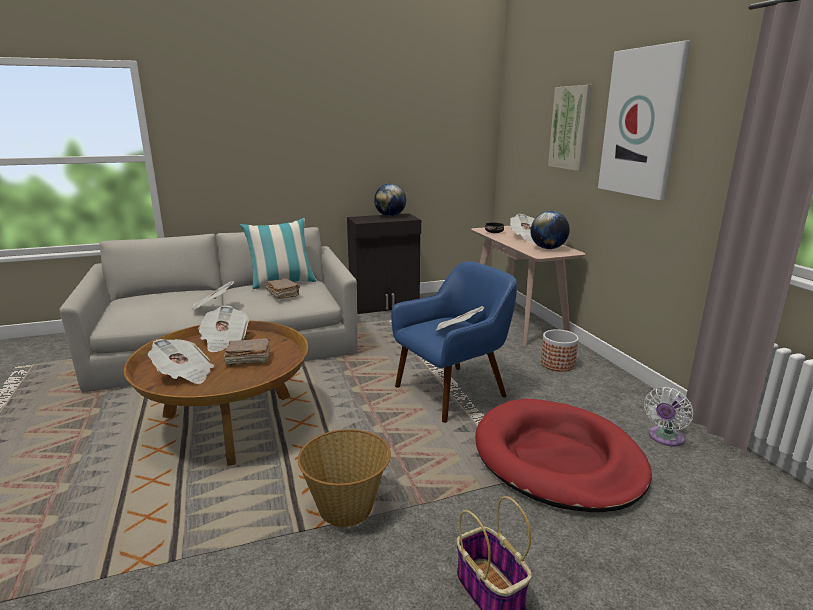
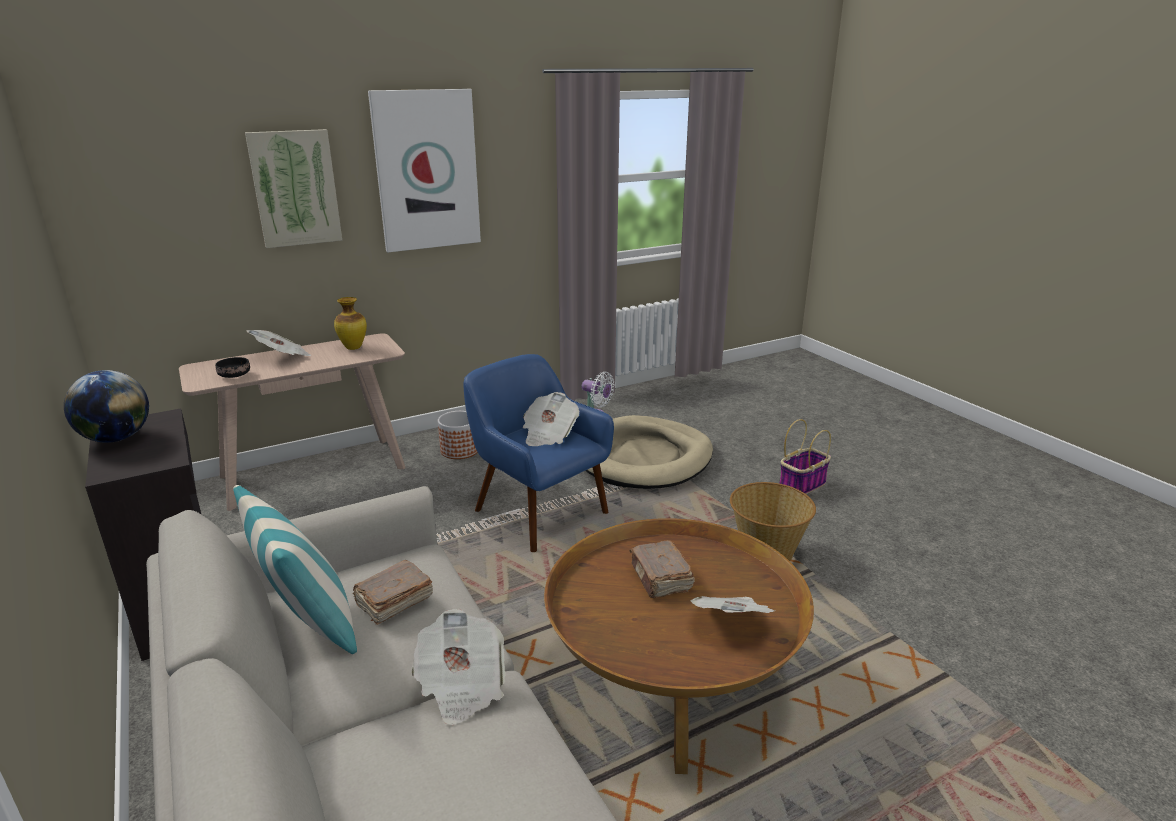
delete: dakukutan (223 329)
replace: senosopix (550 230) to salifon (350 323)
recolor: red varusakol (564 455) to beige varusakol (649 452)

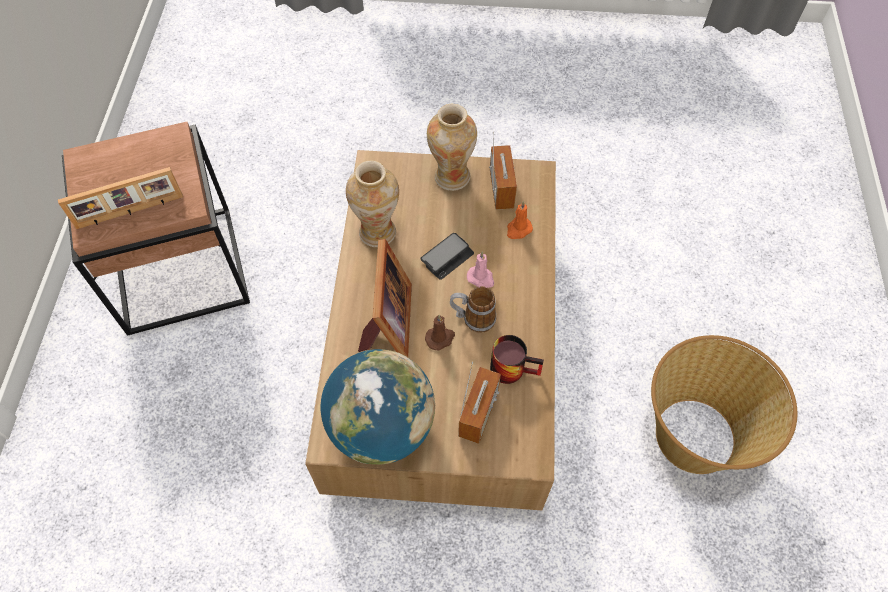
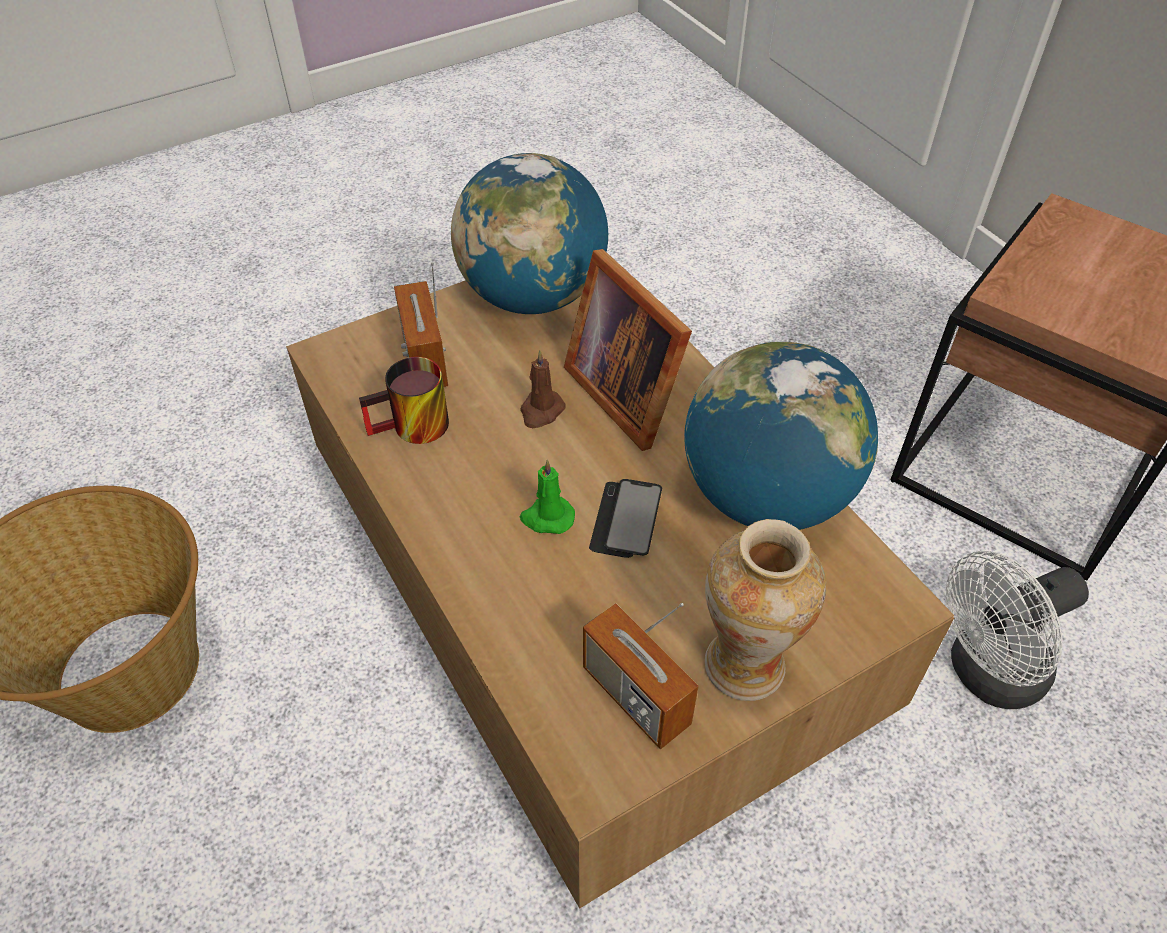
delete: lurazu (120 198); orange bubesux (520 220); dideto (473 309)
insert: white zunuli (1017 630)
replace: salifon (372 204) to senosopix (781 436)
recolor: pink bubesux (480 269) to green bubesux (547 497)

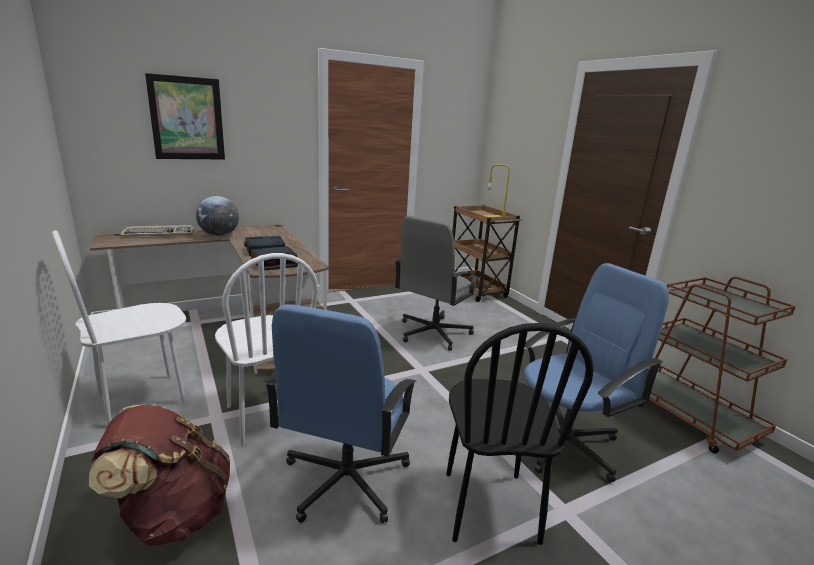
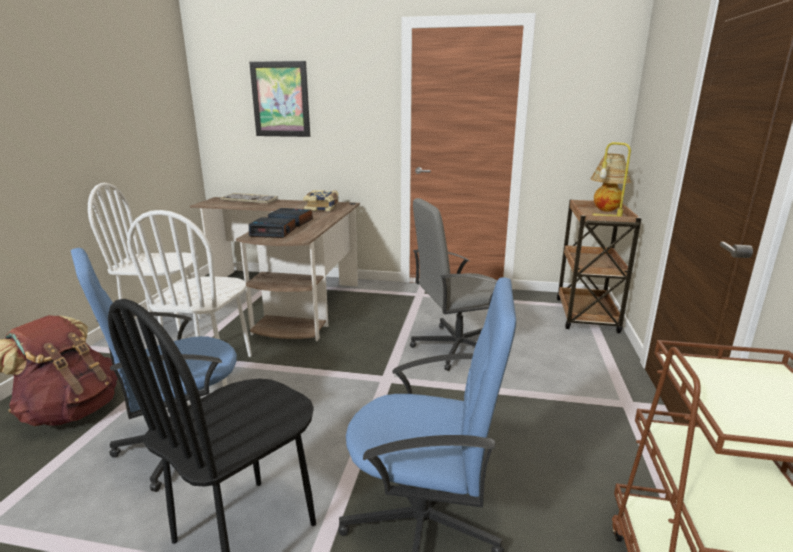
delete: senosopix (217 216)
insert: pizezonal (610 183); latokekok (321 200)

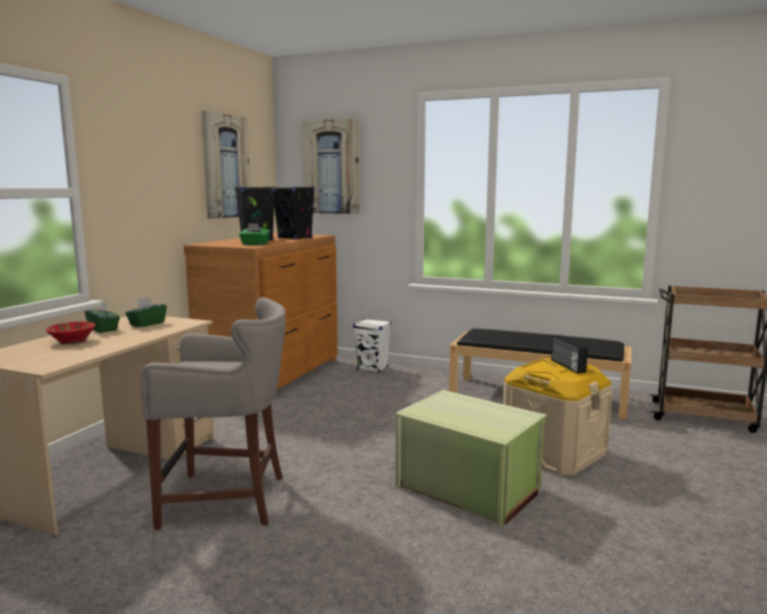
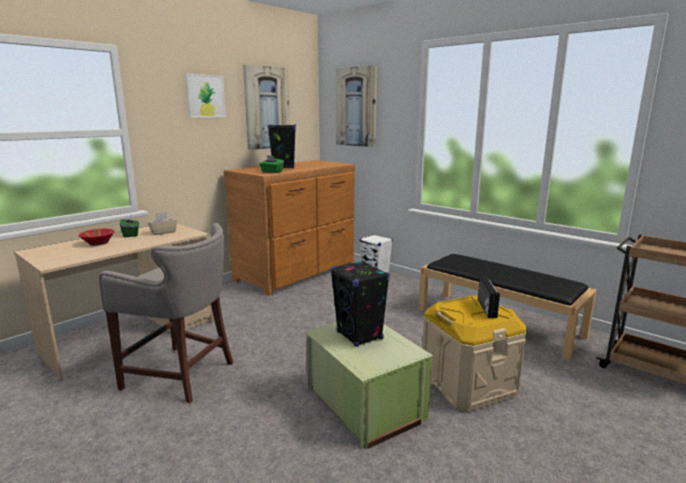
insert: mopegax (205 96)
move: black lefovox (294 213) to (360 304)
recolor: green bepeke (146 312) to beige bepeke (162 223)

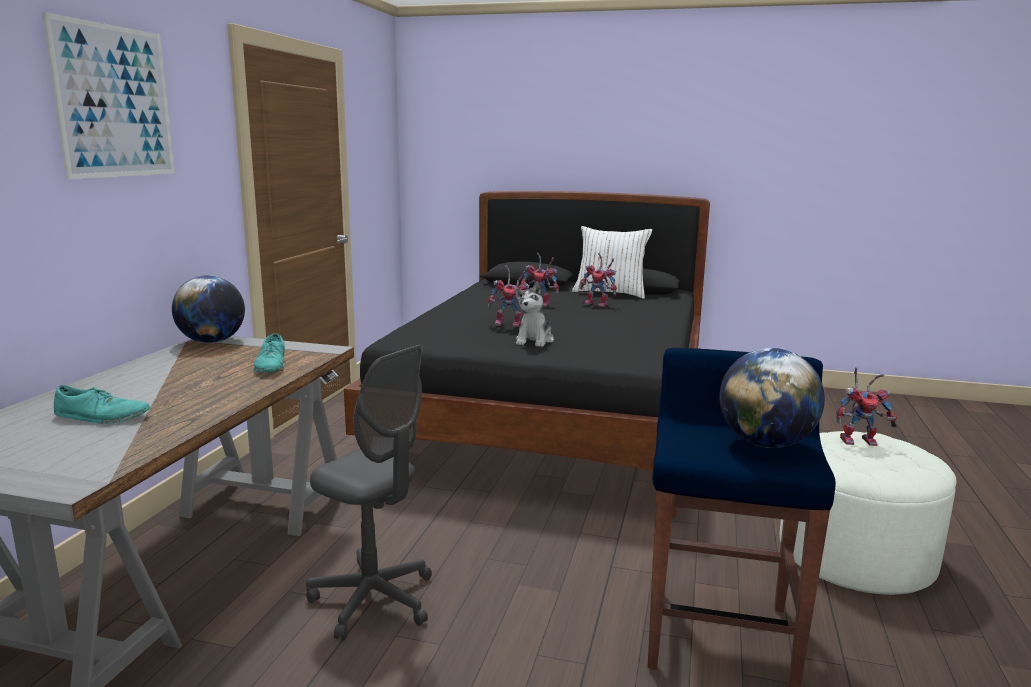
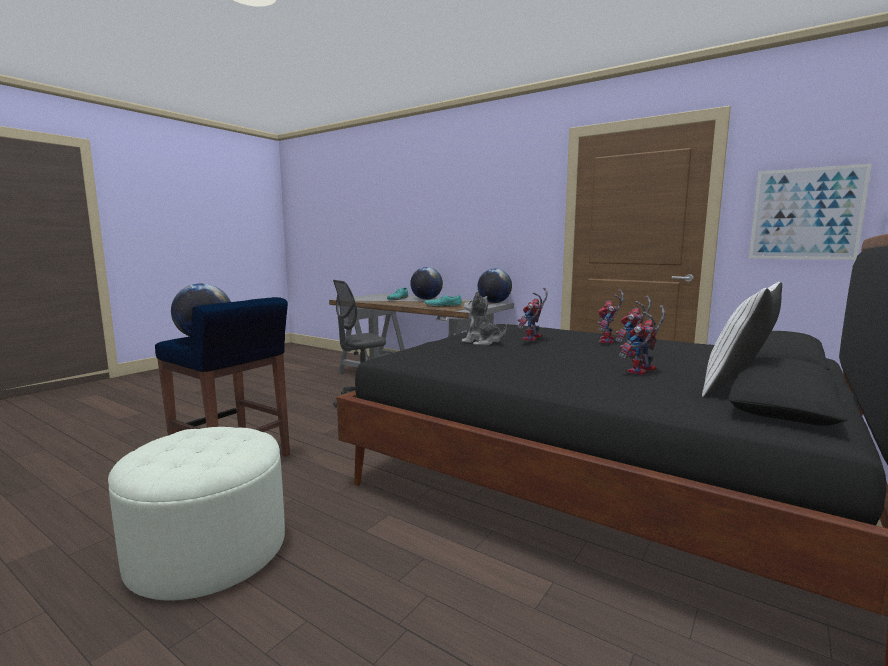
insert: senosopix (426 283)
move: mopegax (108 95) to (810 211); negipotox (866 406) to (610 316)

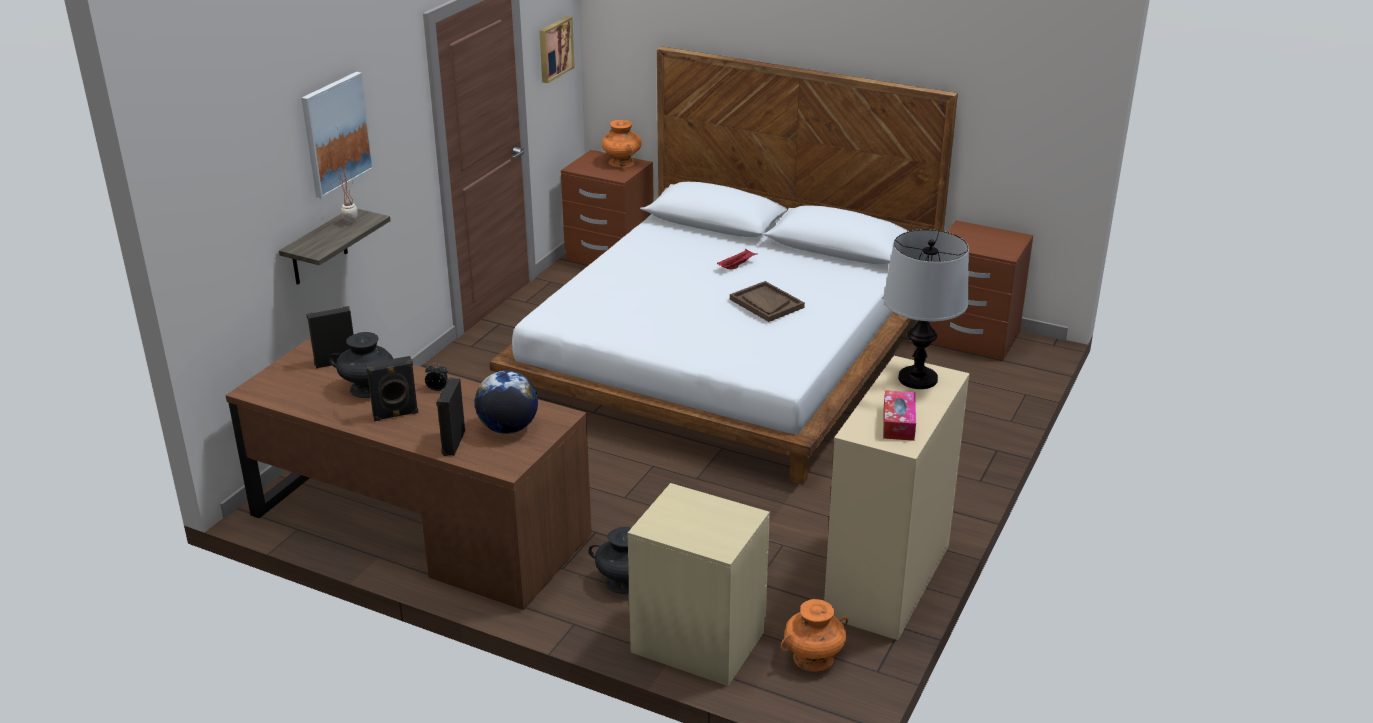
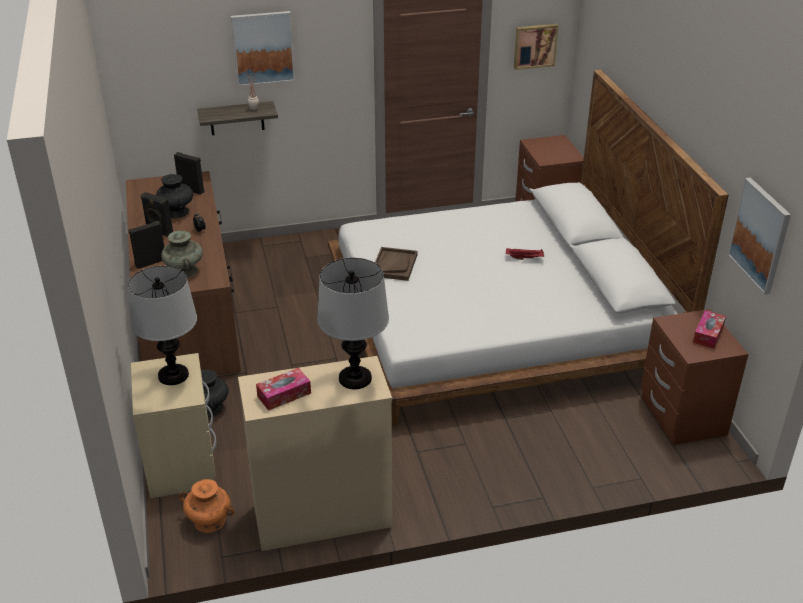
delete: orange salifon (622 144)
insert: mopegax (759 236); pizezonal (162 325); bepeke (709 329)
move: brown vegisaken (767 301) to (396 264)
replace: senosopix (506 402) to turquoise salifon (182 254)

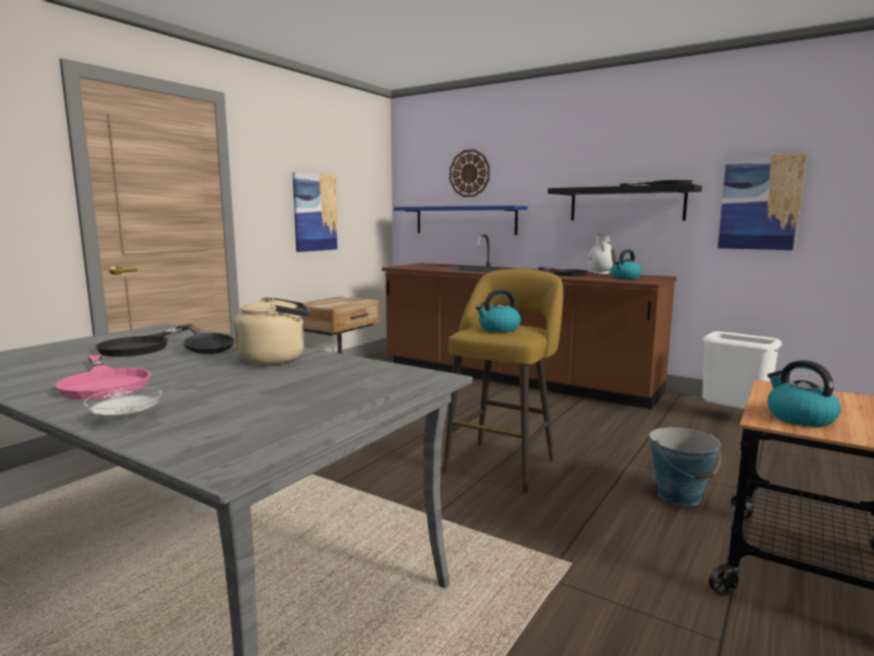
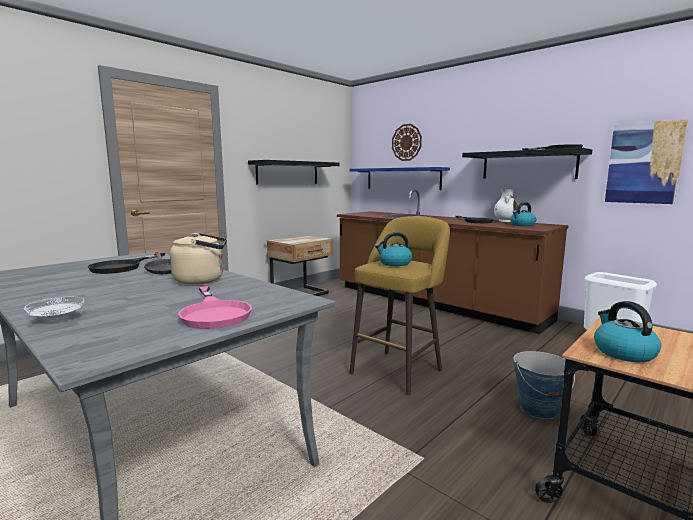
move: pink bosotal (103 377) to (215 307)
replace: mopegax (315 212) to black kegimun (294 172)

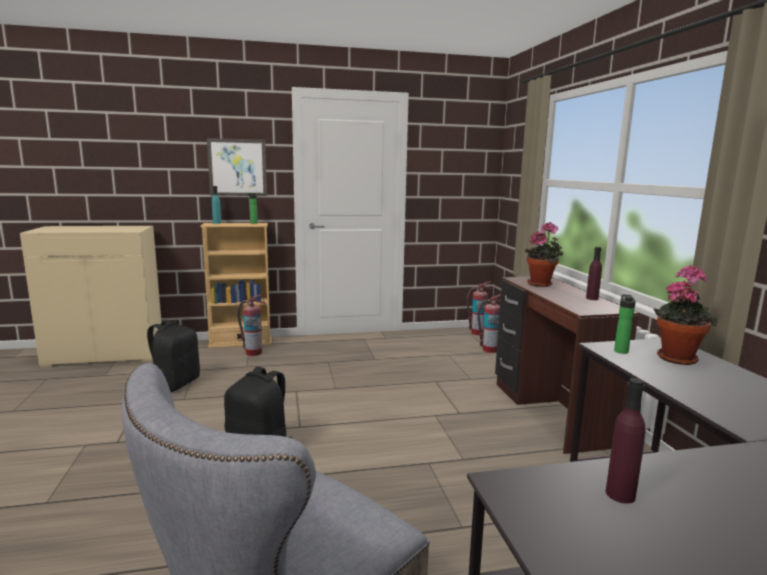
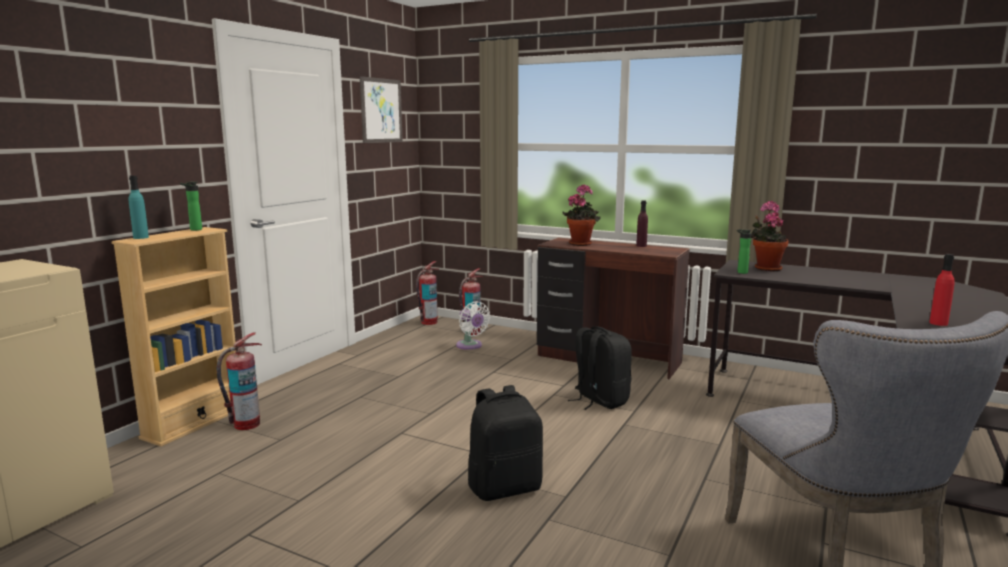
insert: white zunuli (473 325)
move: mopegax (237 167) to (381 109); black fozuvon (173 356) to (600 368)
recolor: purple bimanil (626 441) to red bimanil (942 290)

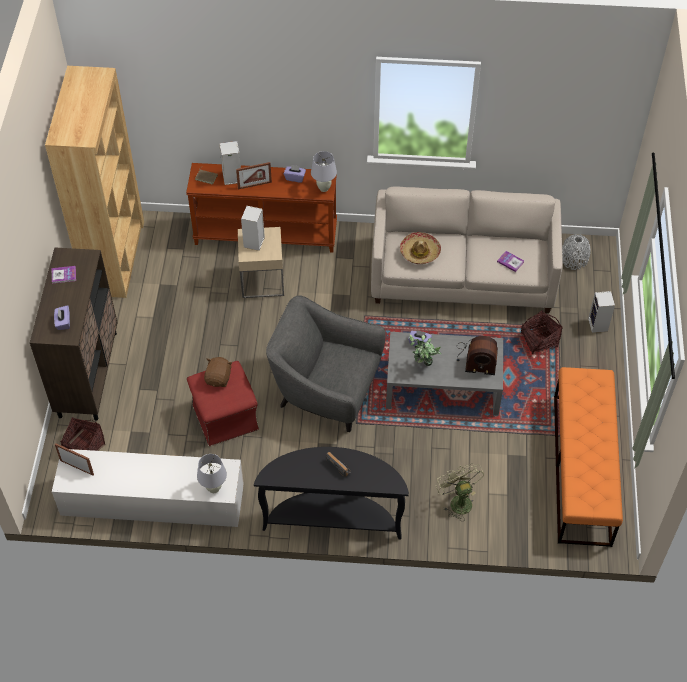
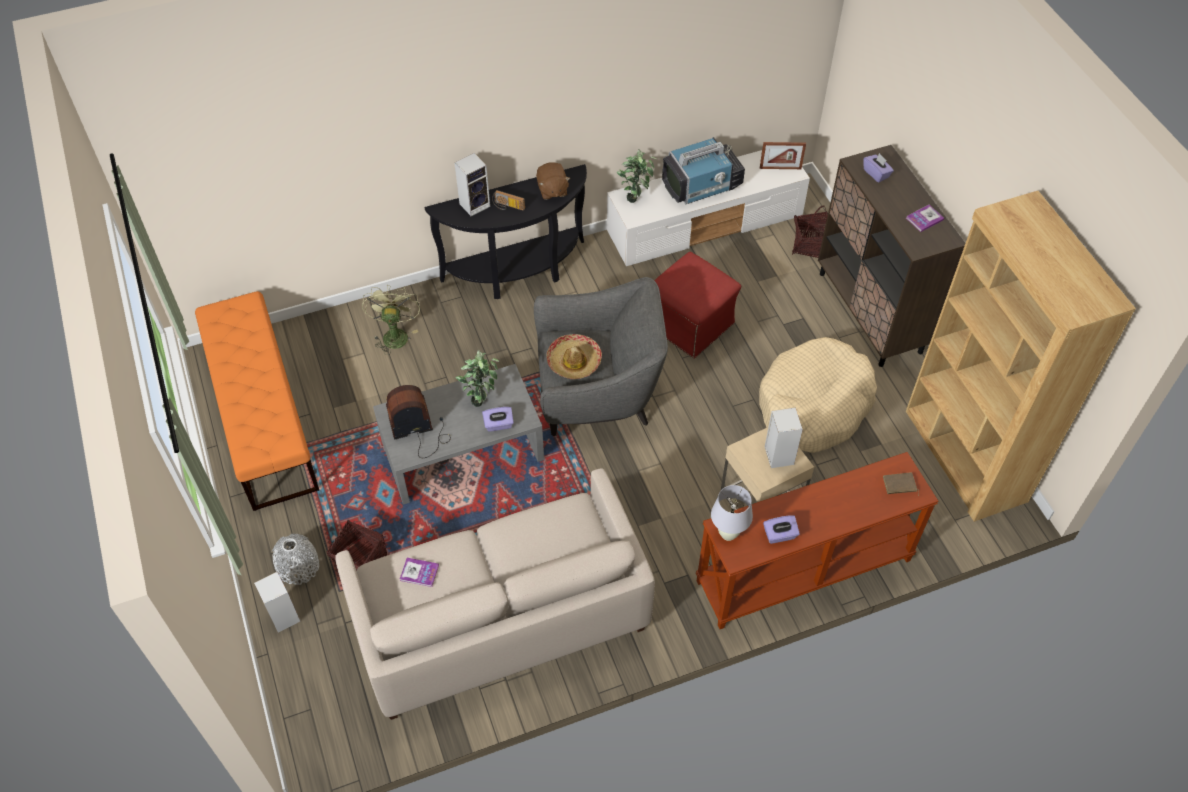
delete: lurazu (254 176)
insert: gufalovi (703 170); beige varusakol (818 395)
move: lefovox (230 163) to (472 184); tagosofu (420 248) to (574 356); grey salifon (576 252) to (295 559); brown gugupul (218 372) to (553 181)
replace: white pizezonal (212 473) to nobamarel (636 176)
rotate: green zunuli (460 492) = (391 320) 135 degrees counterclockwise

